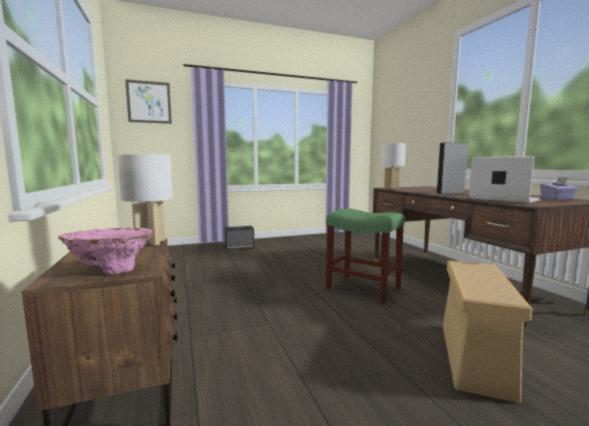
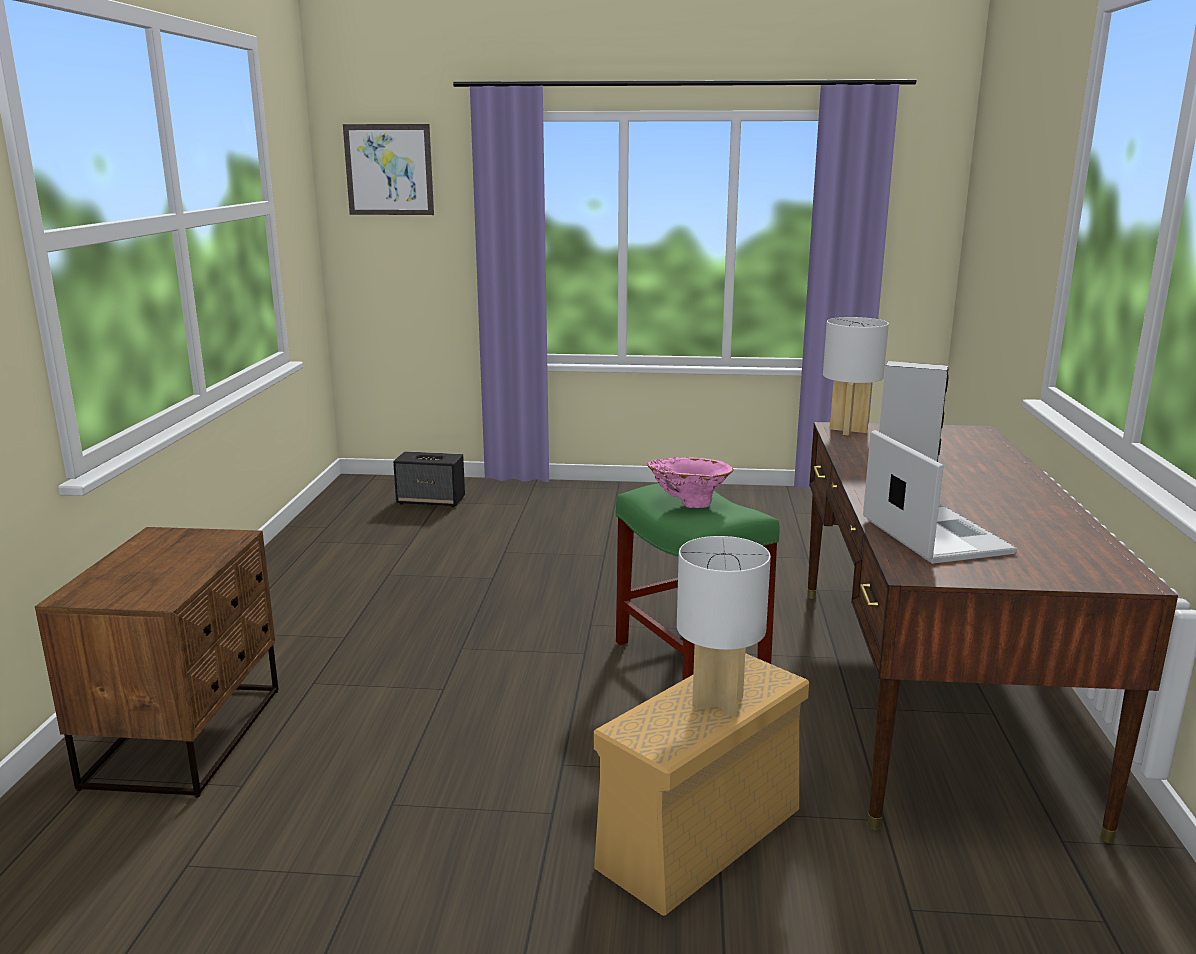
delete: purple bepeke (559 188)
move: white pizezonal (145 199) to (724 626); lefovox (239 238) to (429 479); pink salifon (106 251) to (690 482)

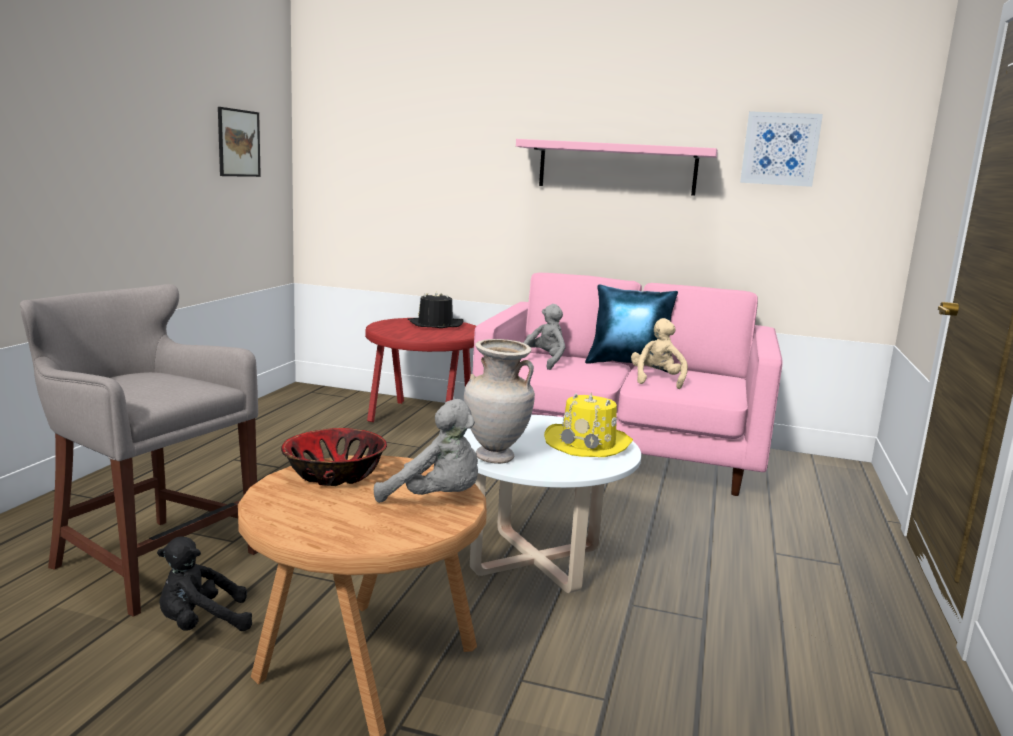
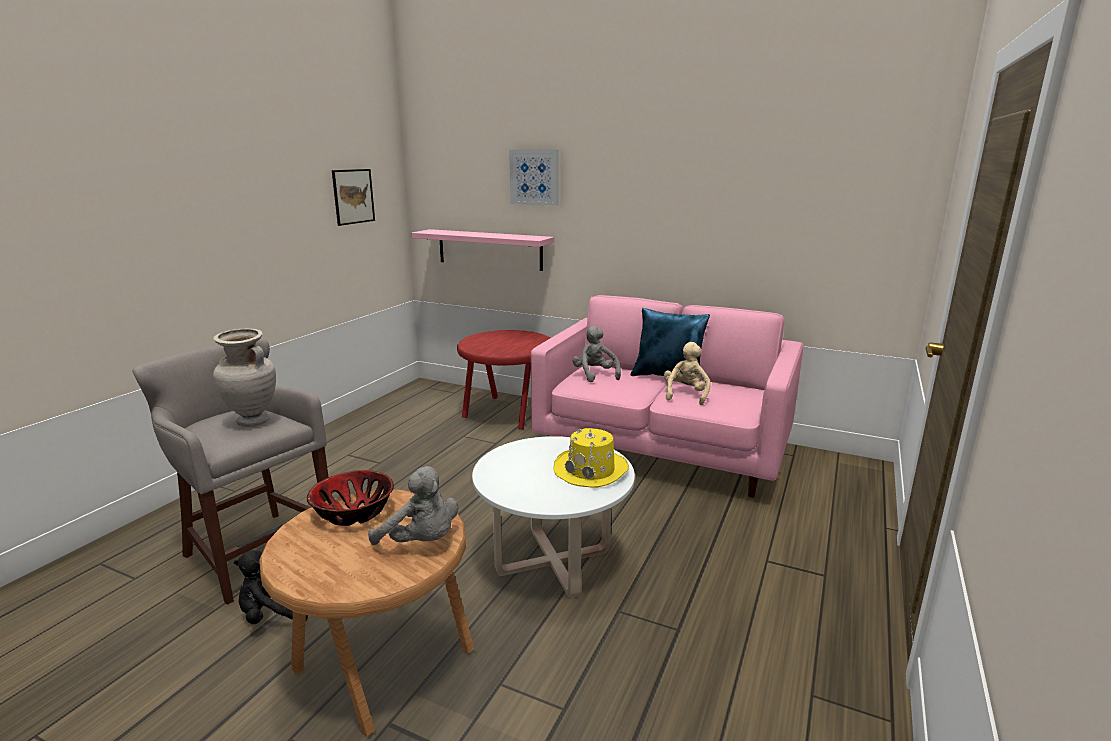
delete: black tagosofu (436 309)
move: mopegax (781 149) to (534 178); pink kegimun (617 167) to (482 250); beige salifon (499 401) to (244 377)
rotate: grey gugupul (543 337) = (596 354) 60 degrees counterclockwise

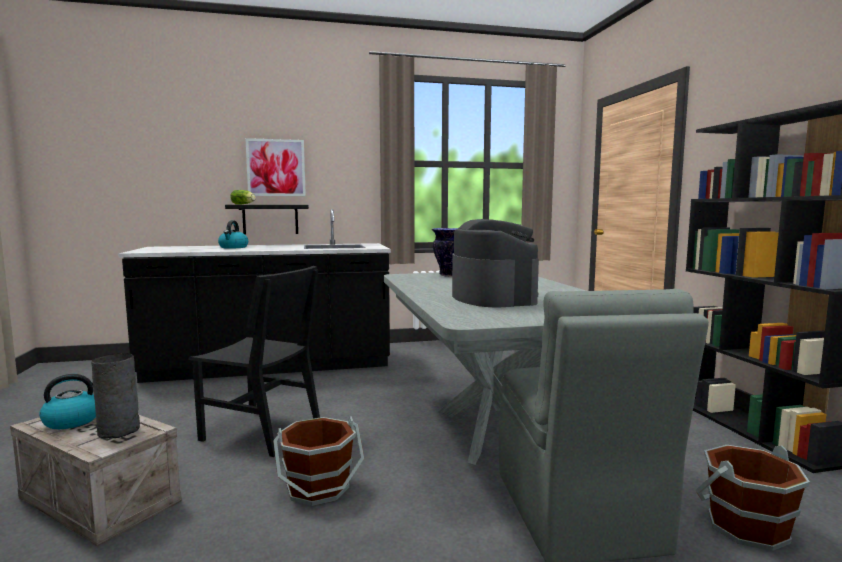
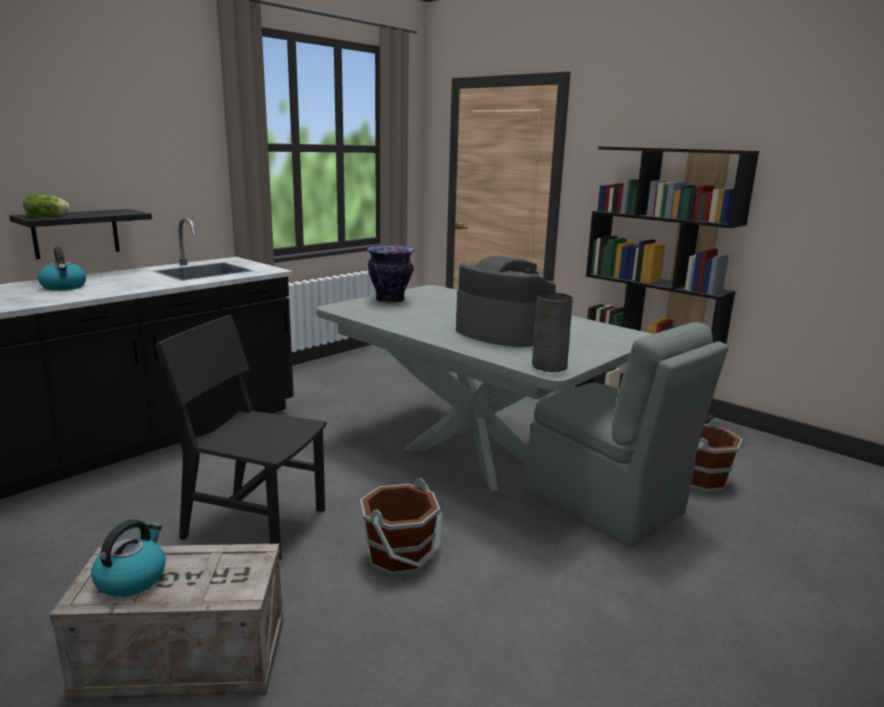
delete: mopegax (275 167)
move: grey salifon (115 396) to (552 332)
rotate: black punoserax (254 361) = (241 437) 150 degrees counterclockwise

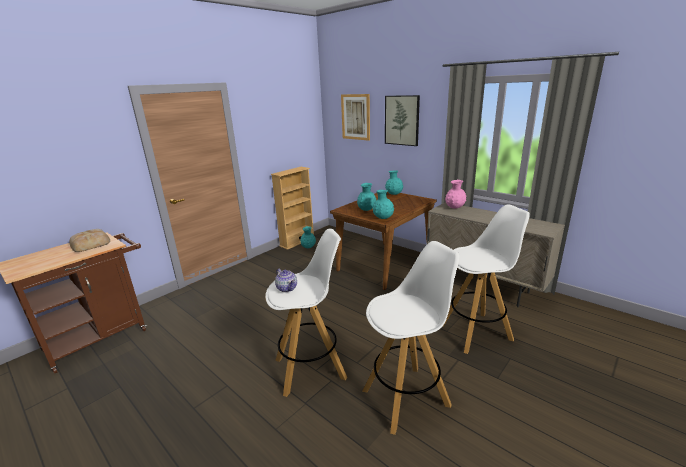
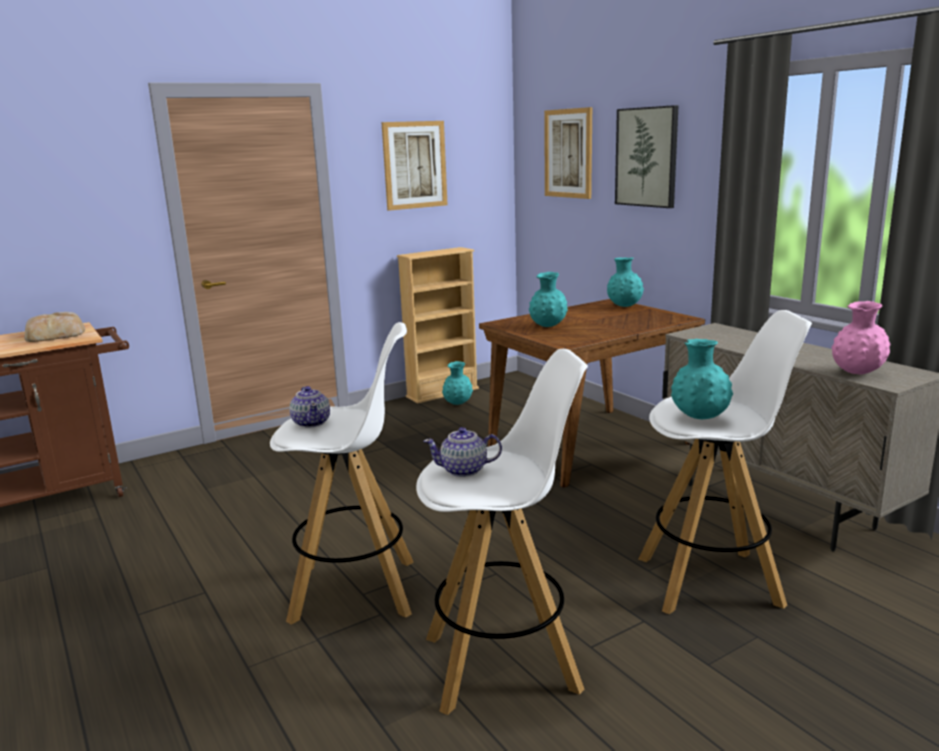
insert: mopegax (414 166); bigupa (462 452)
move: pink salifon (455 194) to (861 337); turquoise salifon (383 204) to (702 379)

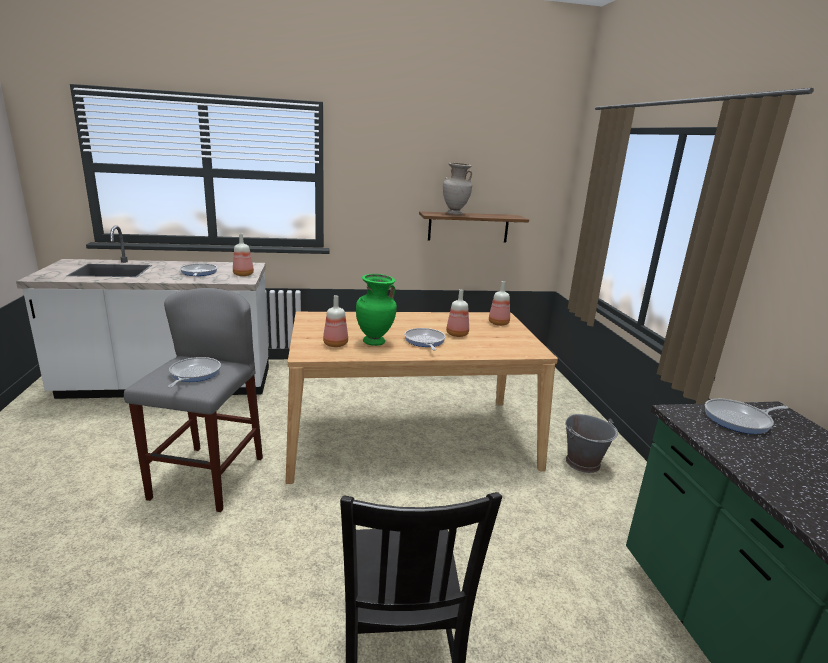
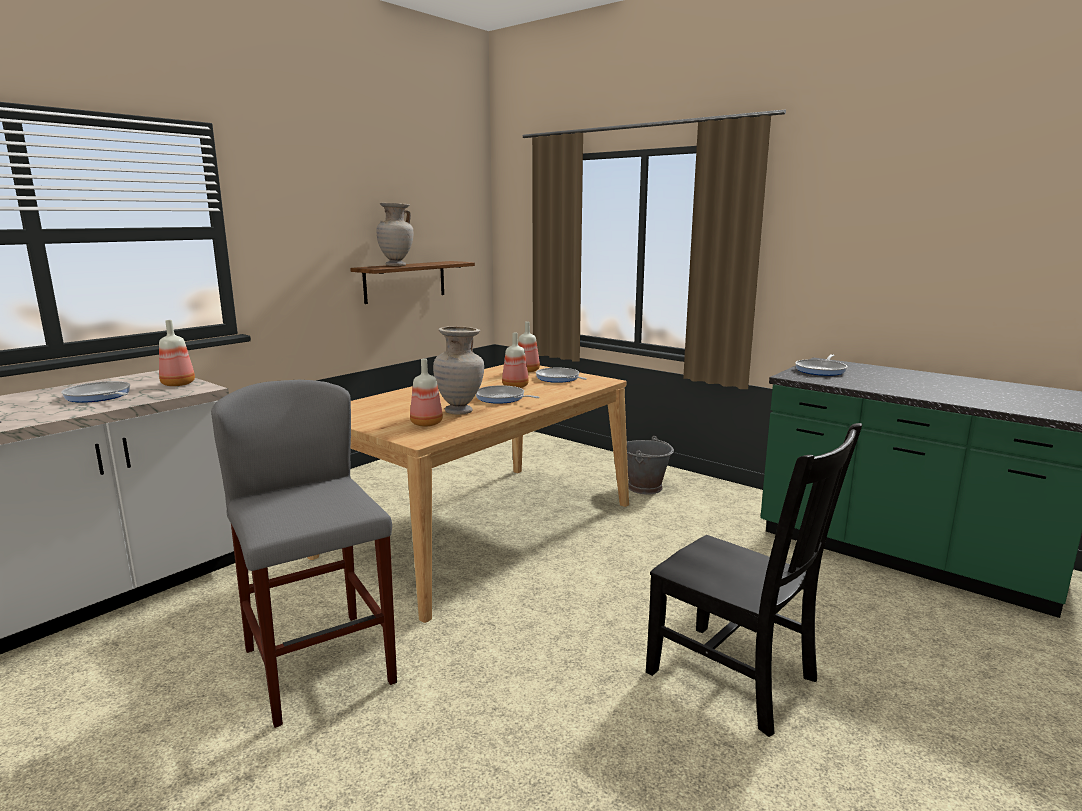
move: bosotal (194 372) to (561 375)
recolor: green salifon (376 310) to beige salifon (458 370)

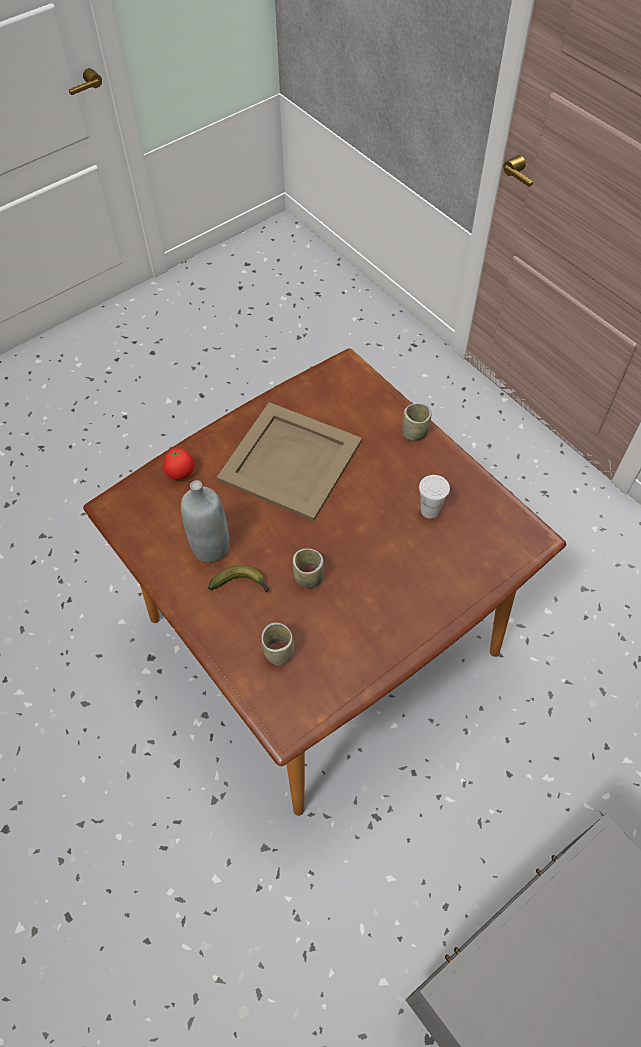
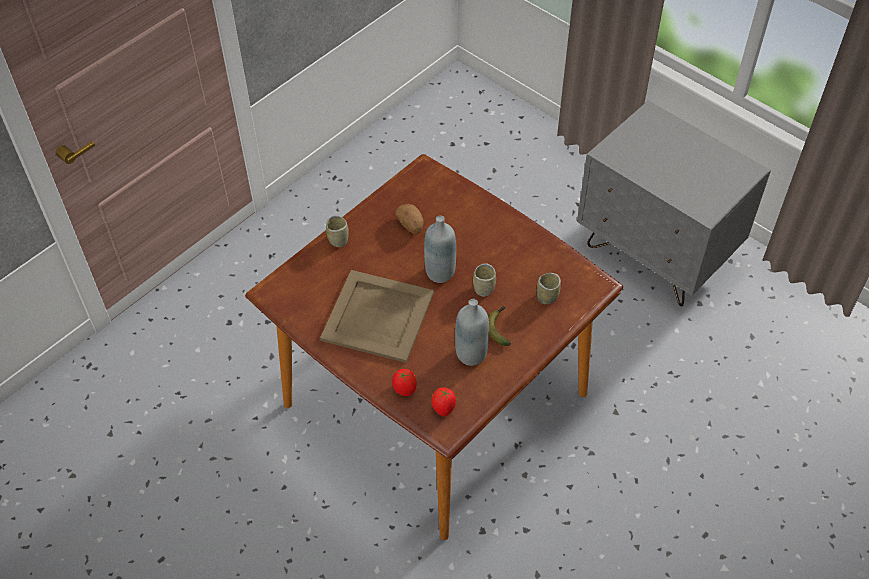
insert: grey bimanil (440 249); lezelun (444 401)
replace: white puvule (434 497) to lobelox (409 219)

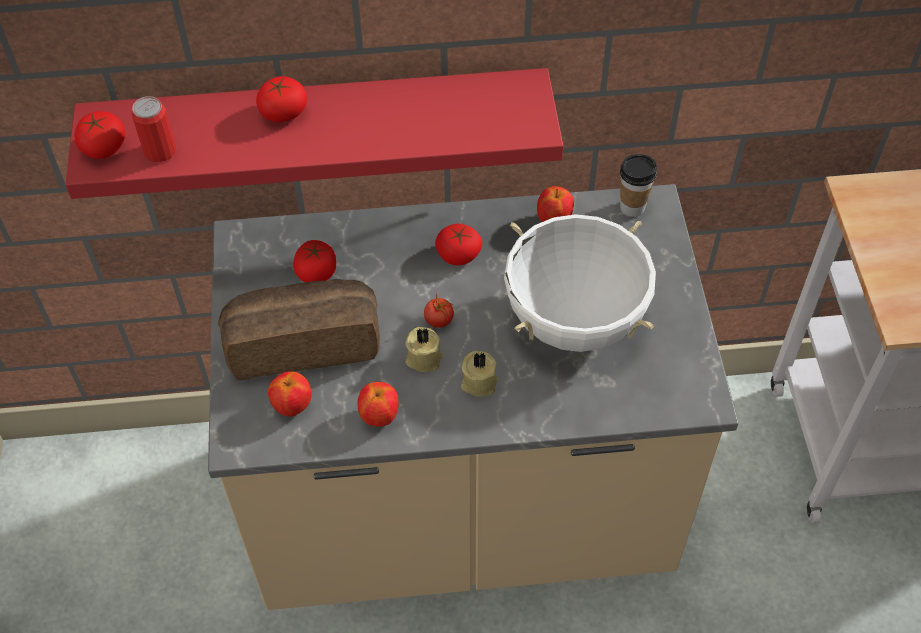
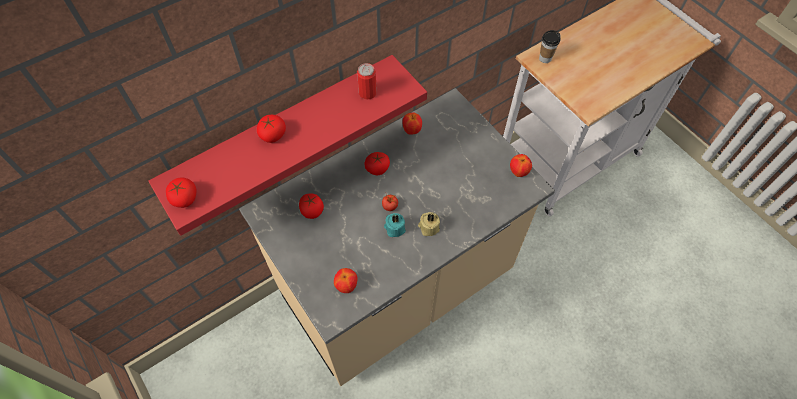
delete: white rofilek (580 283); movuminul (299 329)
move: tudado (154 129) to (367 81); puvule (638 185) to (550 46); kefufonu (377 404) to (521 165)
recolor: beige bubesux (424 349) to turquoise bubesux (395 225)

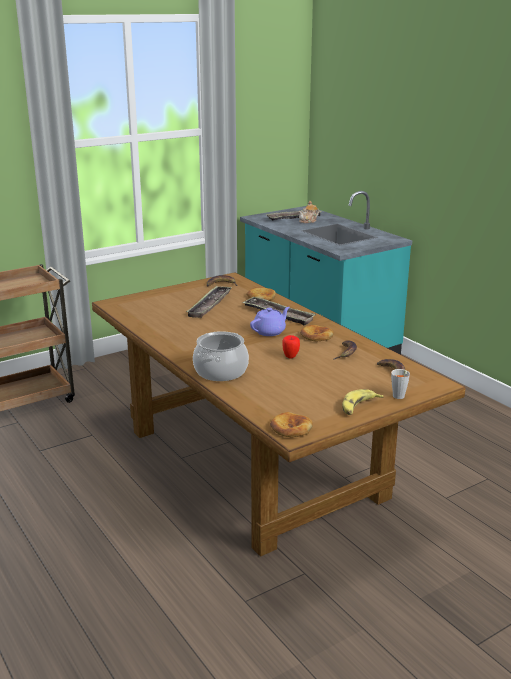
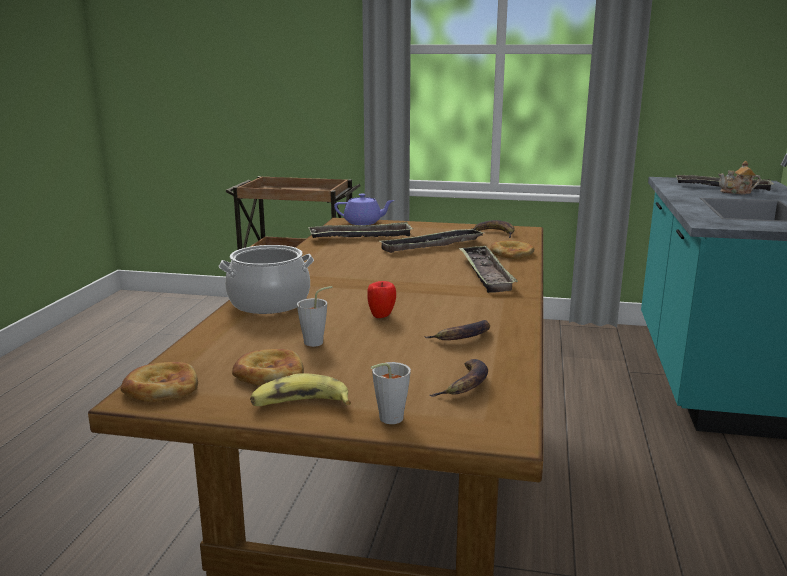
insert: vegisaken (360 230); grey puvule (315 316)
move: purple bigupa (270 321) to (364 209); movuminul (317 333) to (268 367)

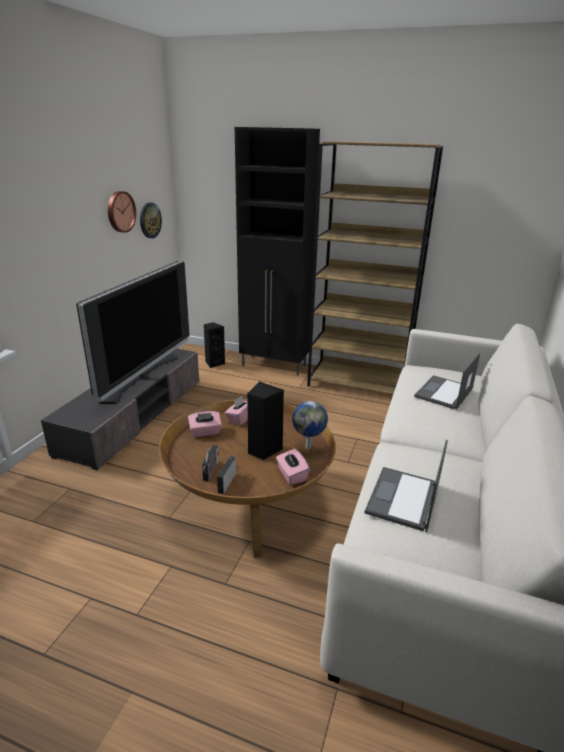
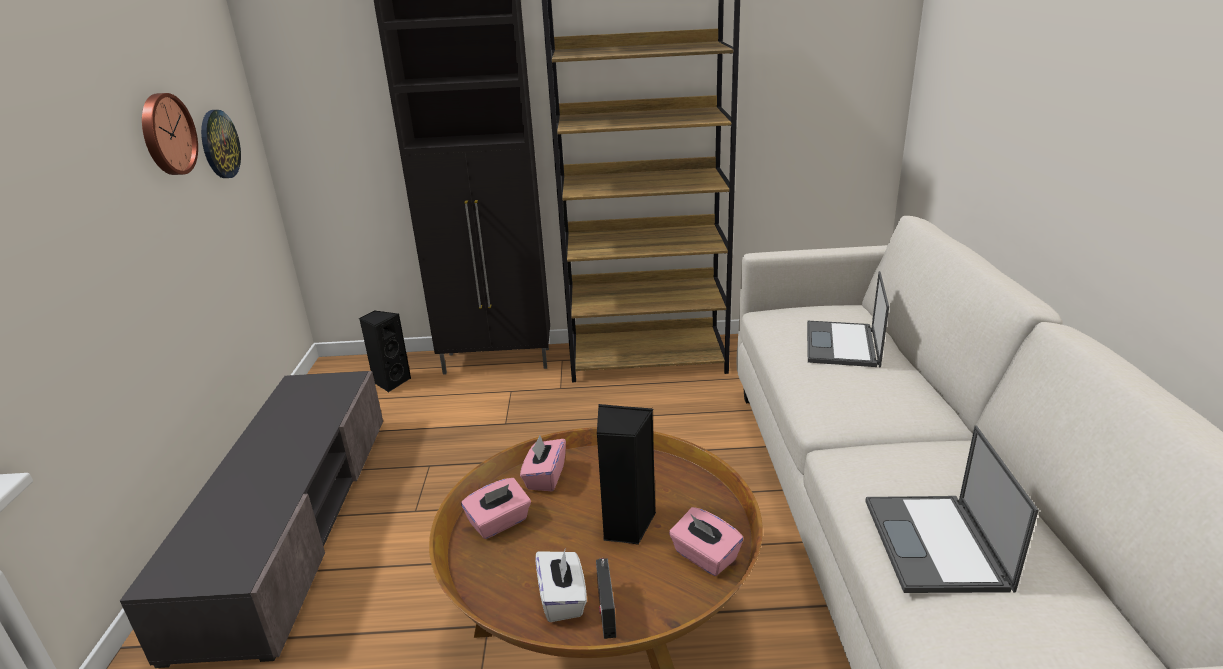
delete: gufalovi (133 332); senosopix (310 425)
replace: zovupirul (210 463) to white bepeke (561 586)

